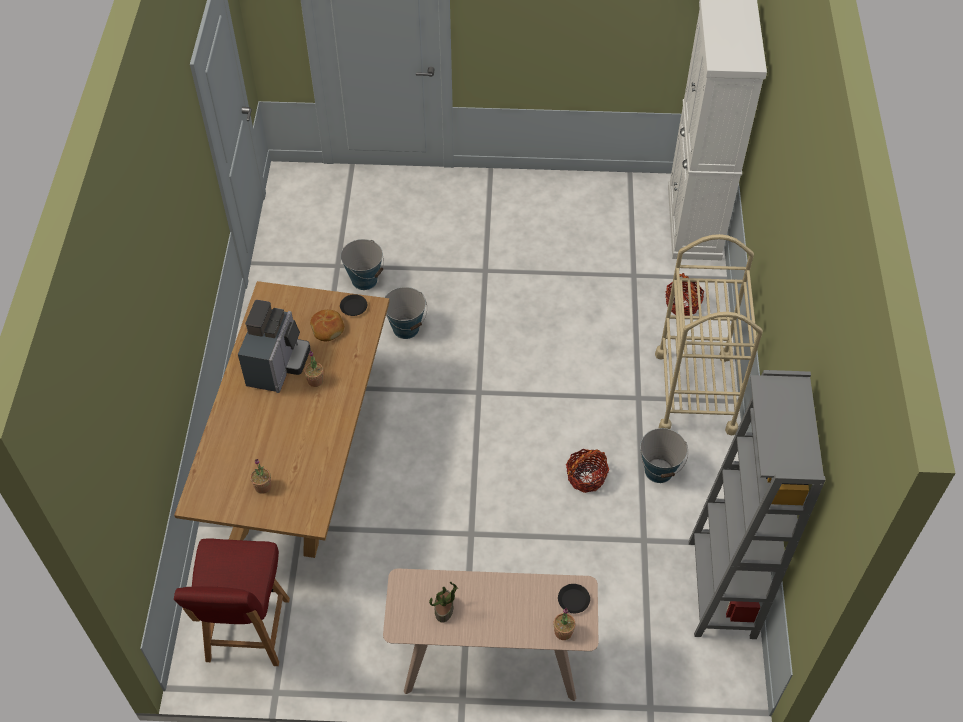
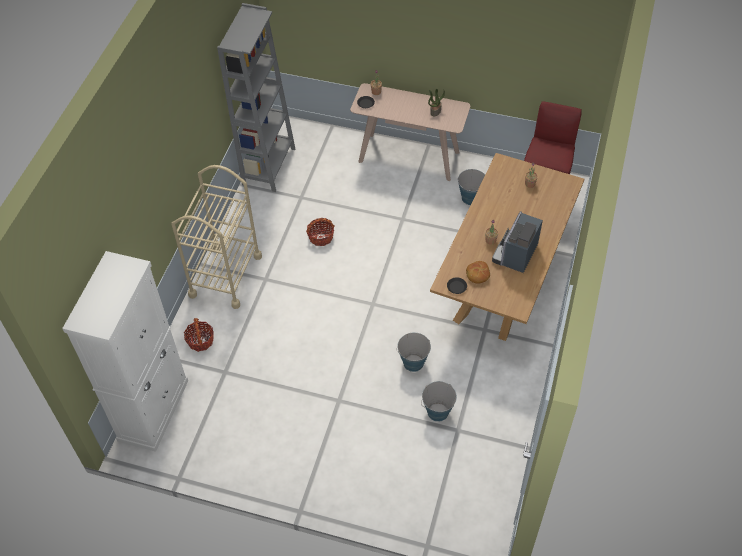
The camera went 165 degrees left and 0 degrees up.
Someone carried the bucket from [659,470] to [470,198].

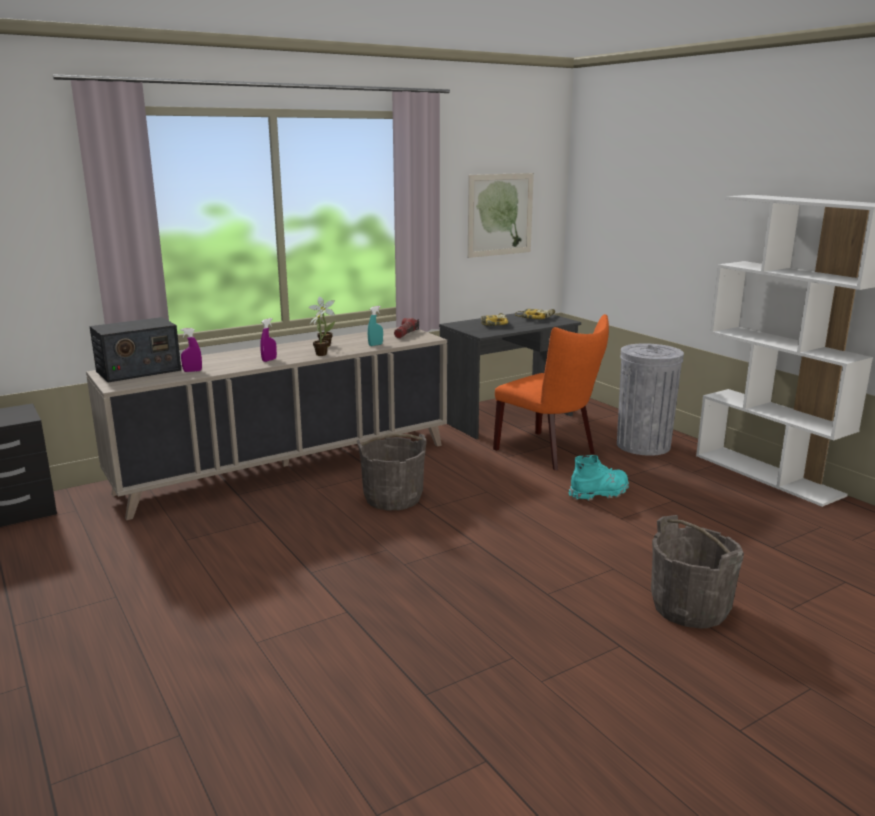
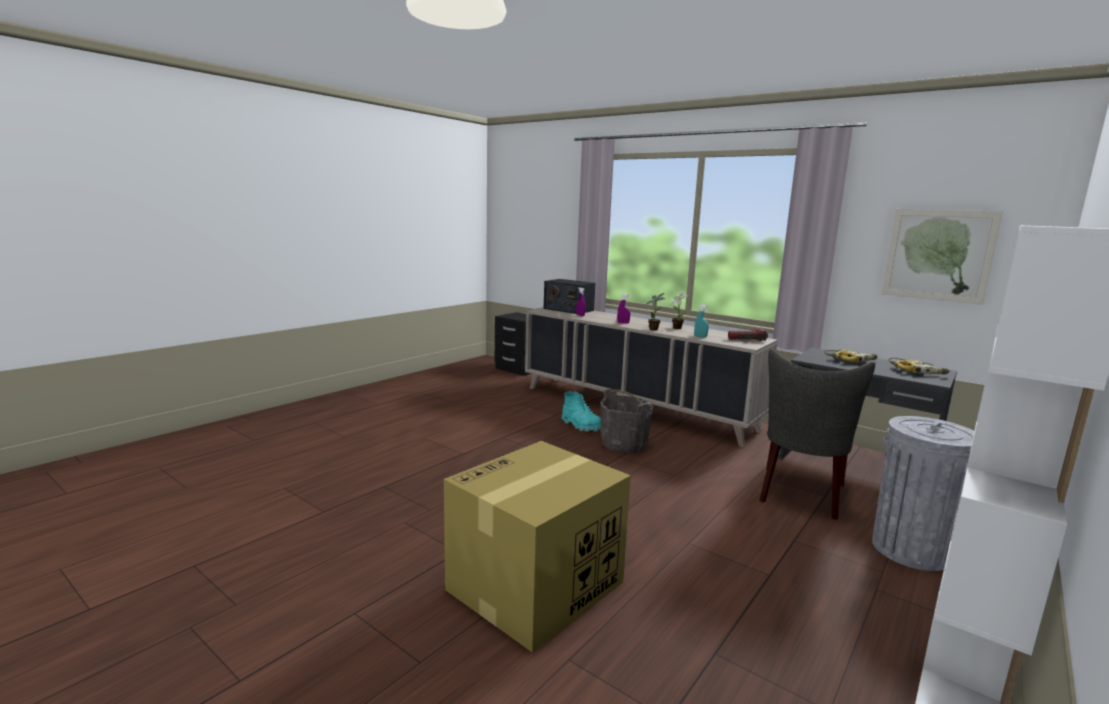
The camera went 70 degrees right and 5 degrees down.
Someone repainted the orangey upright chair at [550,452], which became the gray upright chair at [800,495].
Someone carried the turquoise high-top boot from [599,493] to [581,426].
Someone swapped the gray bucket at [690,608] for the packing box at [534,587].

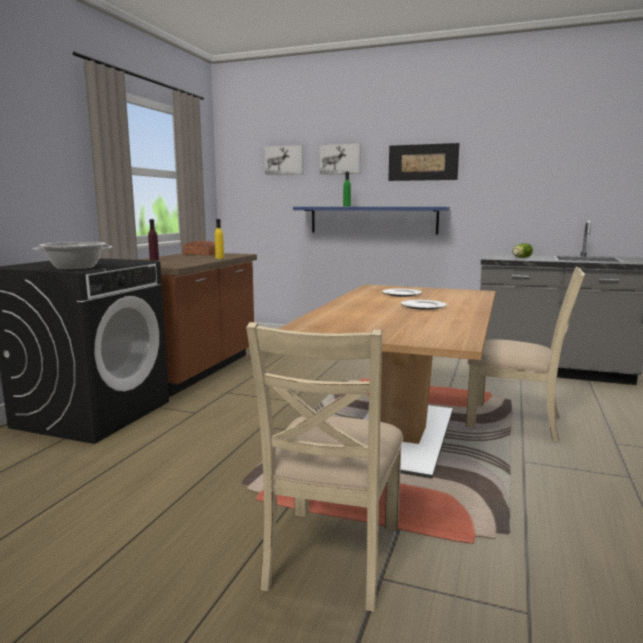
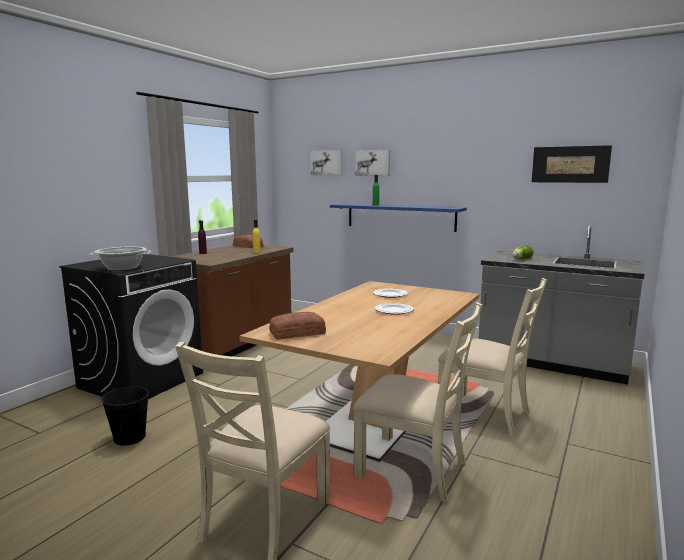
The camera went 10 degrees right and 0 degrees up.
Someone carried the picture from [423,162] to [570,164].
Someone put down the blackish bucket at [130,437].
Someone put down the bread at [296,333].
Someone put down the beige-coloured upright chair at [413,469].

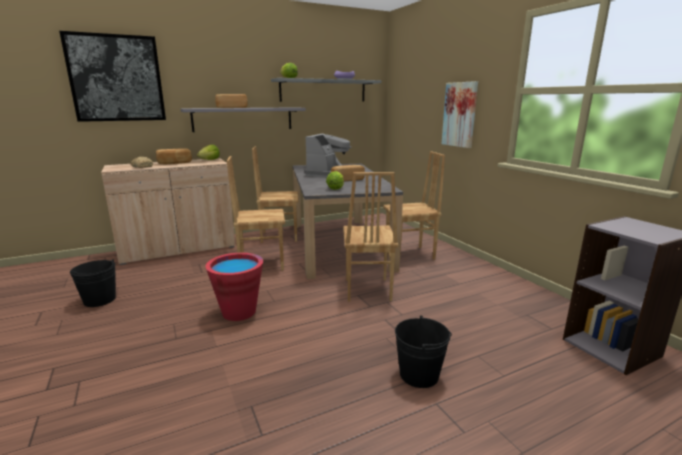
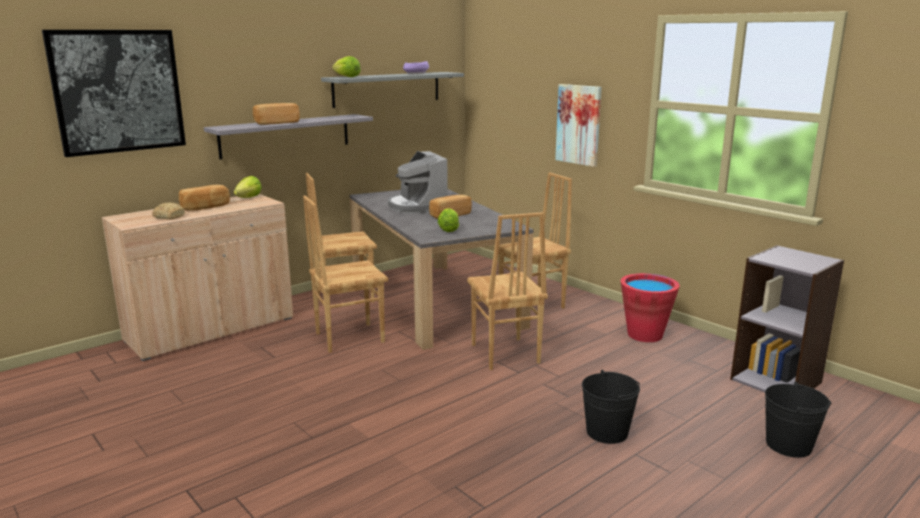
The camera went 15 degrees left and 0 degrees up.
Someone carried the blackish bucket from [100,300] to [788,445].
Someone carried the reddish bucket from [239,312] to [645,335].
Someone rotated the coffee maker at [329,173] by 150 degrees clockwise.

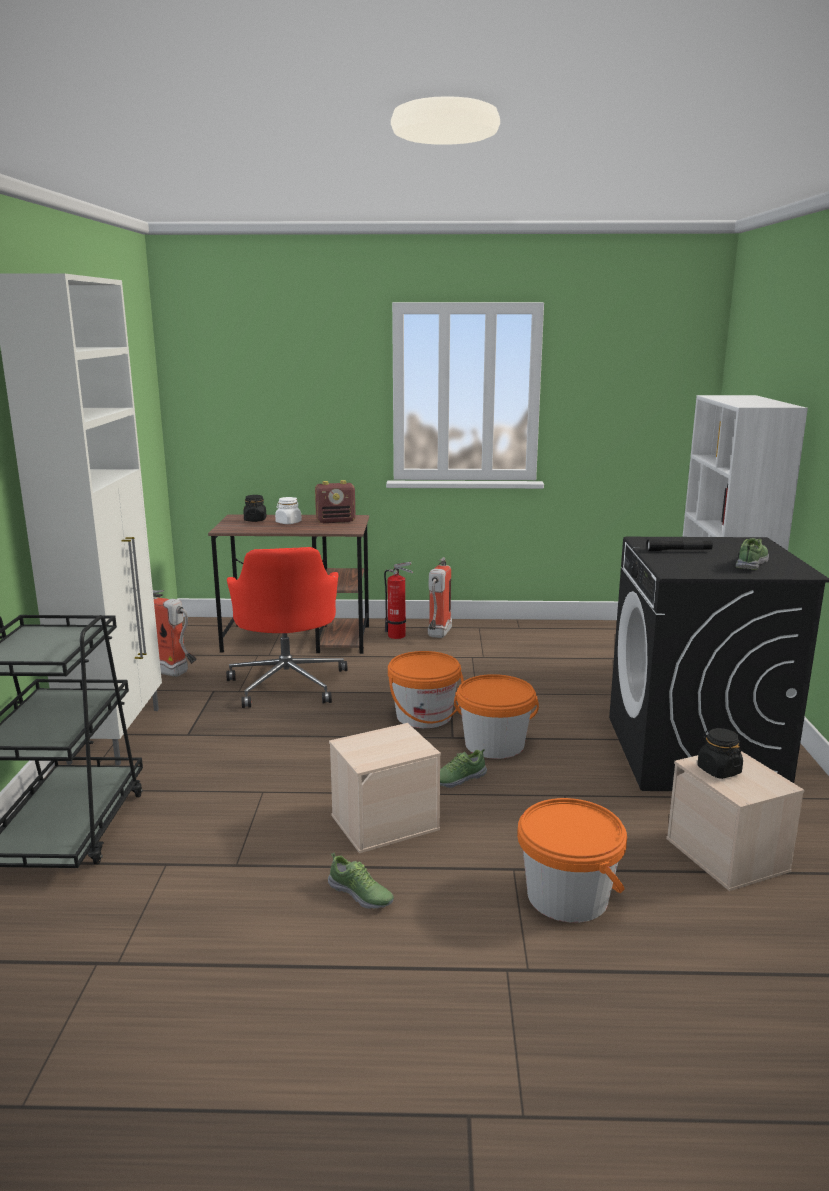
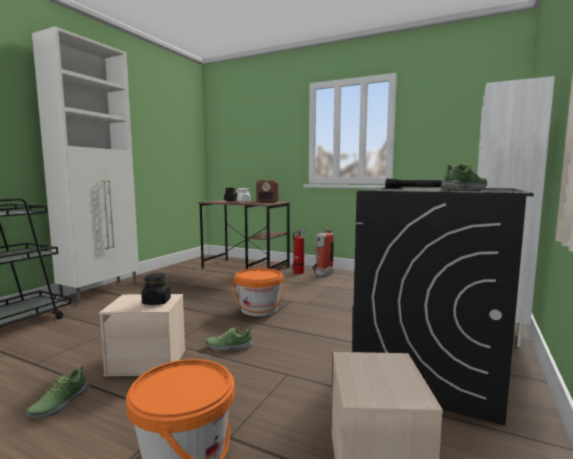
The camera went 25 degrees right and 10 degrees down.
Someone took away the fire extinguisher at [175,673].
Someone took away the reddish computer chair at [288,683].
Someone rotated the item of footwear at [361,895] by 45 degrees clockwise.
Someone took away the orangey bucket at [494,744].
Someone carried the blackish preserve jar from [718,770] to [156,302].

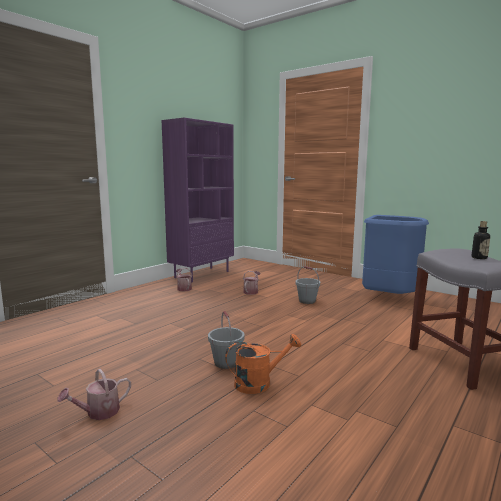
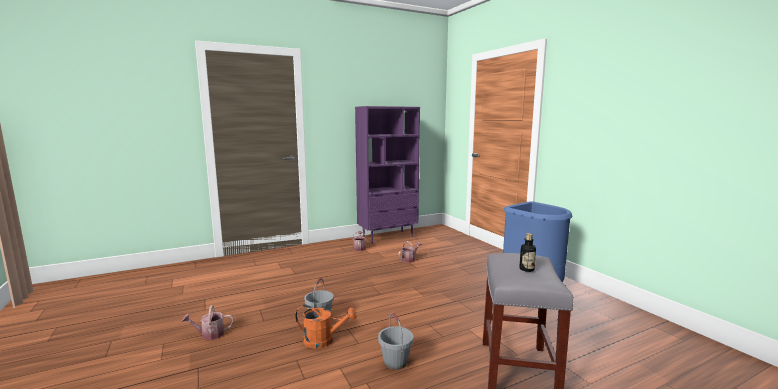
The camera went 25 degrees right and 0 degrees up.
Someone carried the gray bucket from [307,301] to [395,362].

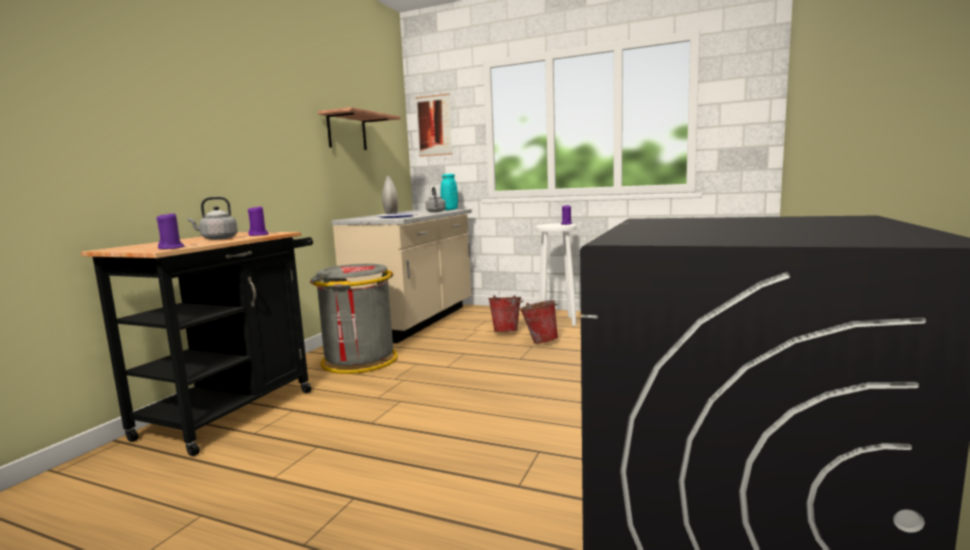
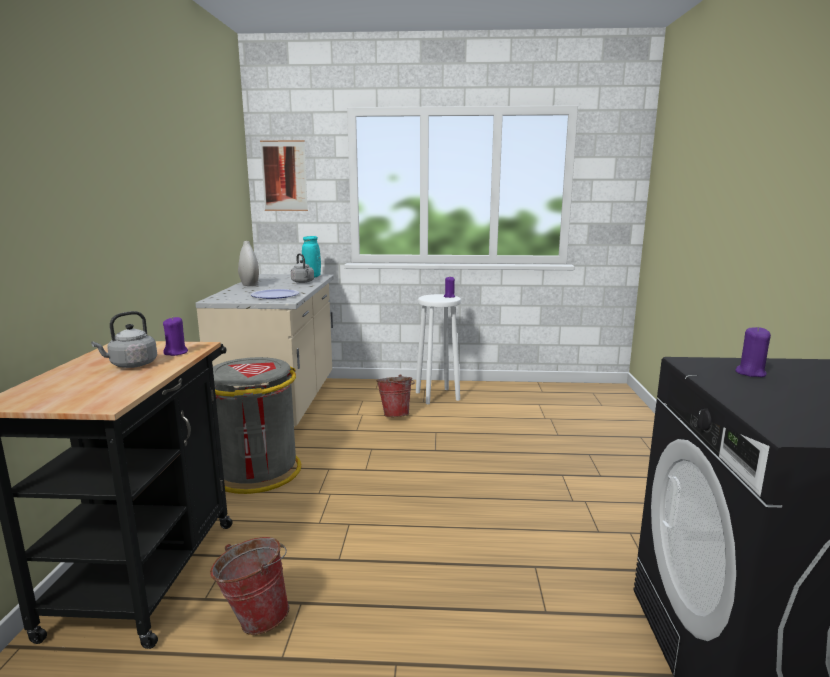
The camera went 20 degrees left and 5 degrees up.
Someone carried the purplish wax light from [171,248] to [750,373].
Someone took away the bracket shelf at [347,132].
Someone carried the bucket from [540,341] to [254,617].

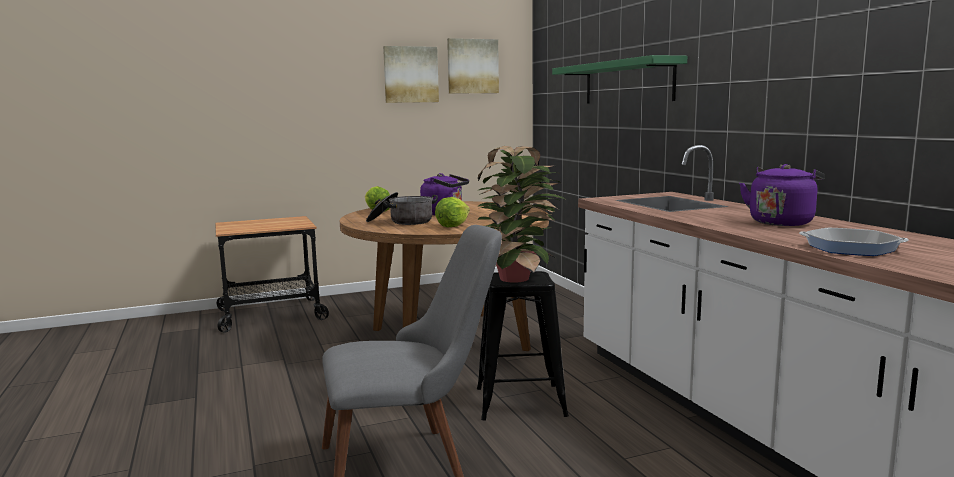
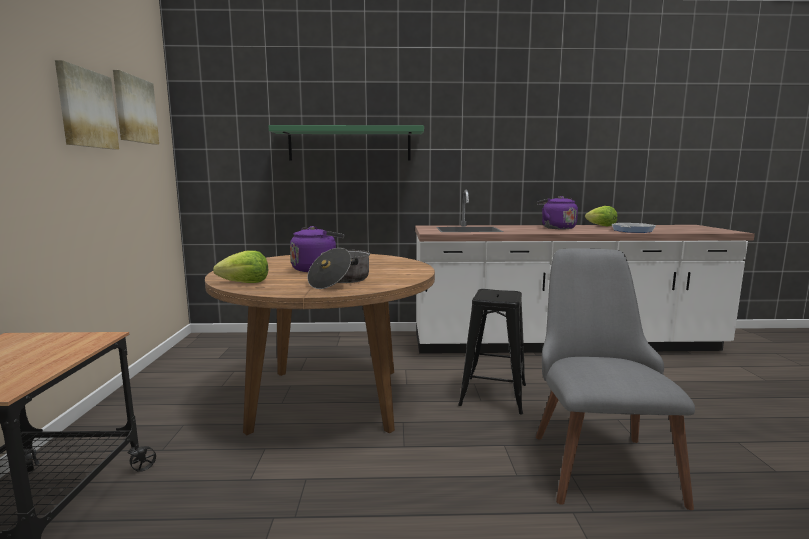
The camera went 70 degrees left and 0 degrees up.
Someone carried the lettuce head from [453,225] to [601,225].
Someone took away the potted plant at [517,278].

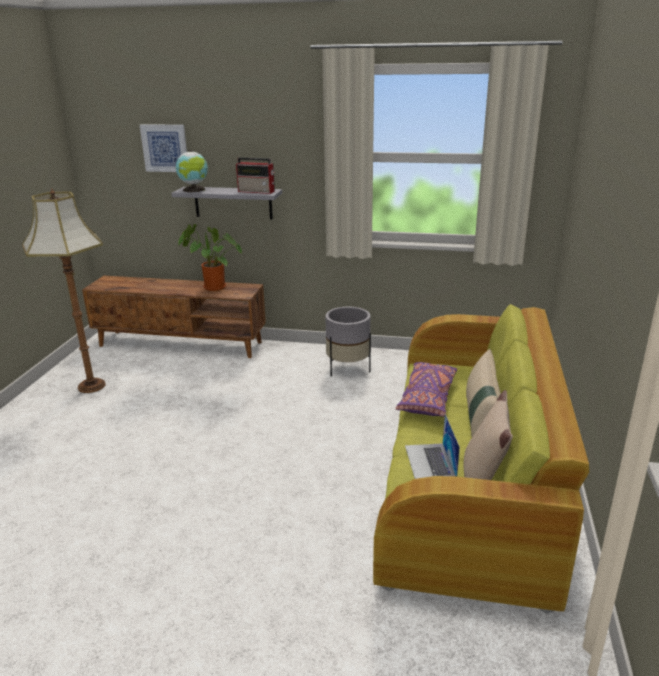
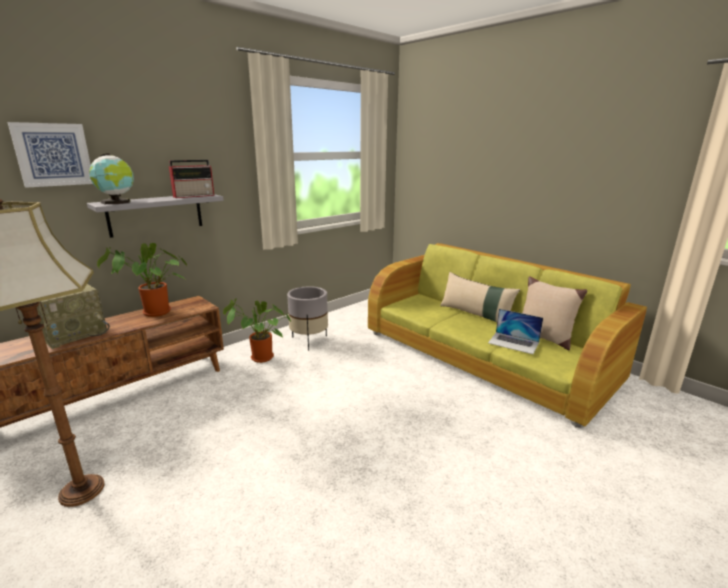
The camera went 55 degrees left and 5 degrees down.
Someone took away the purplish cushion at [427,398].
Someone put down the radio set at [74,334].
Someone put down the potted plant at [259,358].

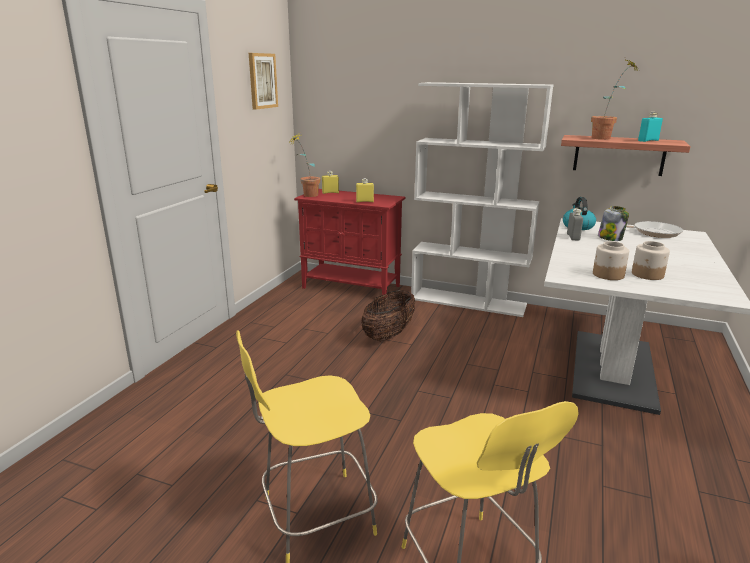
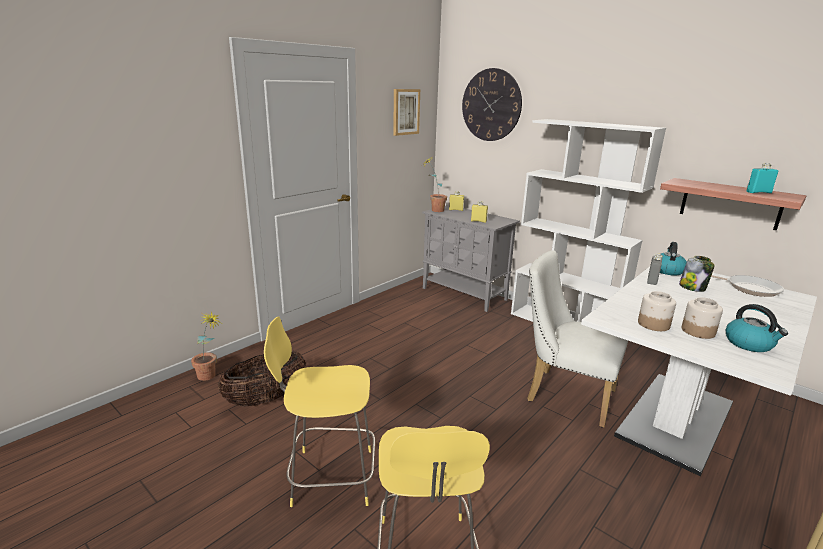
The camera went 20 degrees right and 0 degrees up.
Someone repainted the reddish cabinet at [352,287], which became the gray cabinet at [465,294].
Someone carried the household basket from [388,335] to [266,398].
Someone carried the potted plant from [606,138] to [210,377].
Someone put up the hanging clock at [491,105].
Someone put down the whitish upright chair at [564,394].
Someone put down the kettle at [749,344].

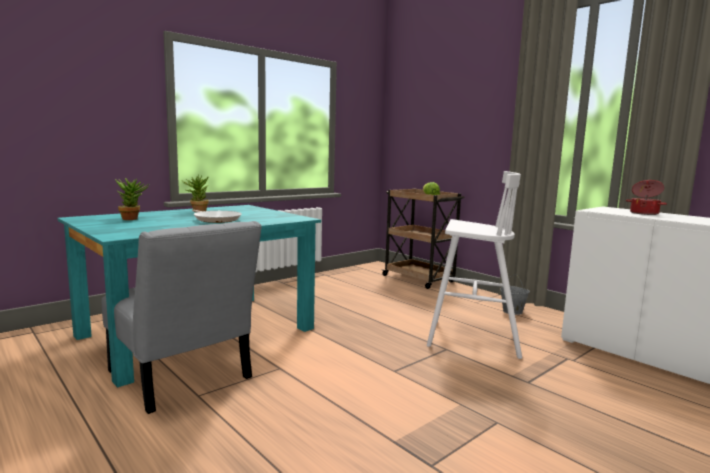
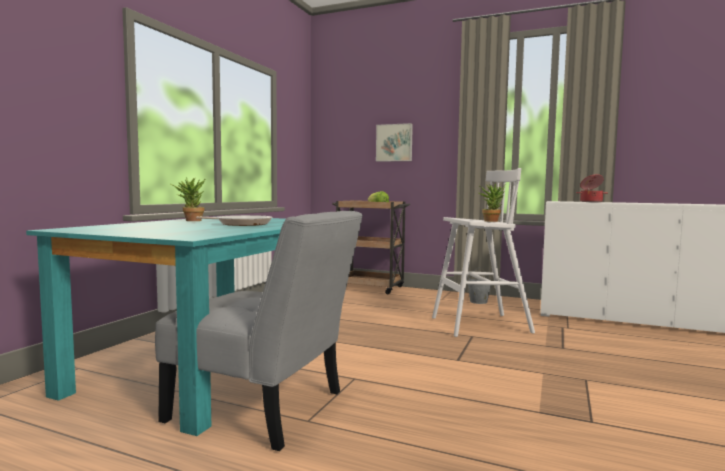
The camera went 25 degrees left and 5 degrees down.
Someone carried the potted plant from [133,219] to [491,221].
Someone put up the picture at [394,143].

